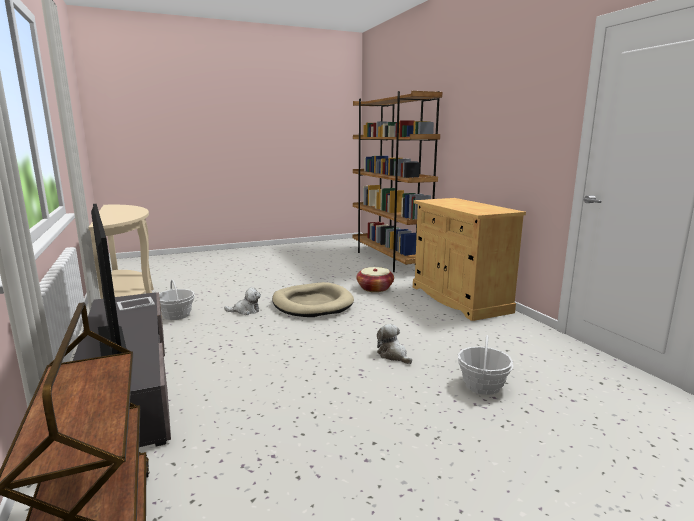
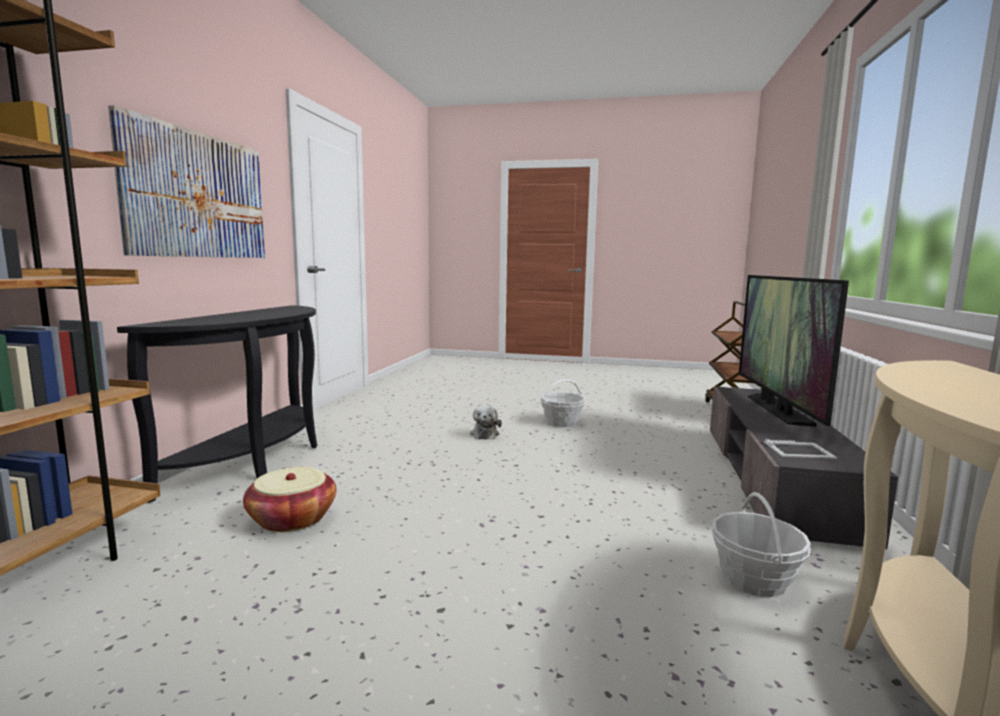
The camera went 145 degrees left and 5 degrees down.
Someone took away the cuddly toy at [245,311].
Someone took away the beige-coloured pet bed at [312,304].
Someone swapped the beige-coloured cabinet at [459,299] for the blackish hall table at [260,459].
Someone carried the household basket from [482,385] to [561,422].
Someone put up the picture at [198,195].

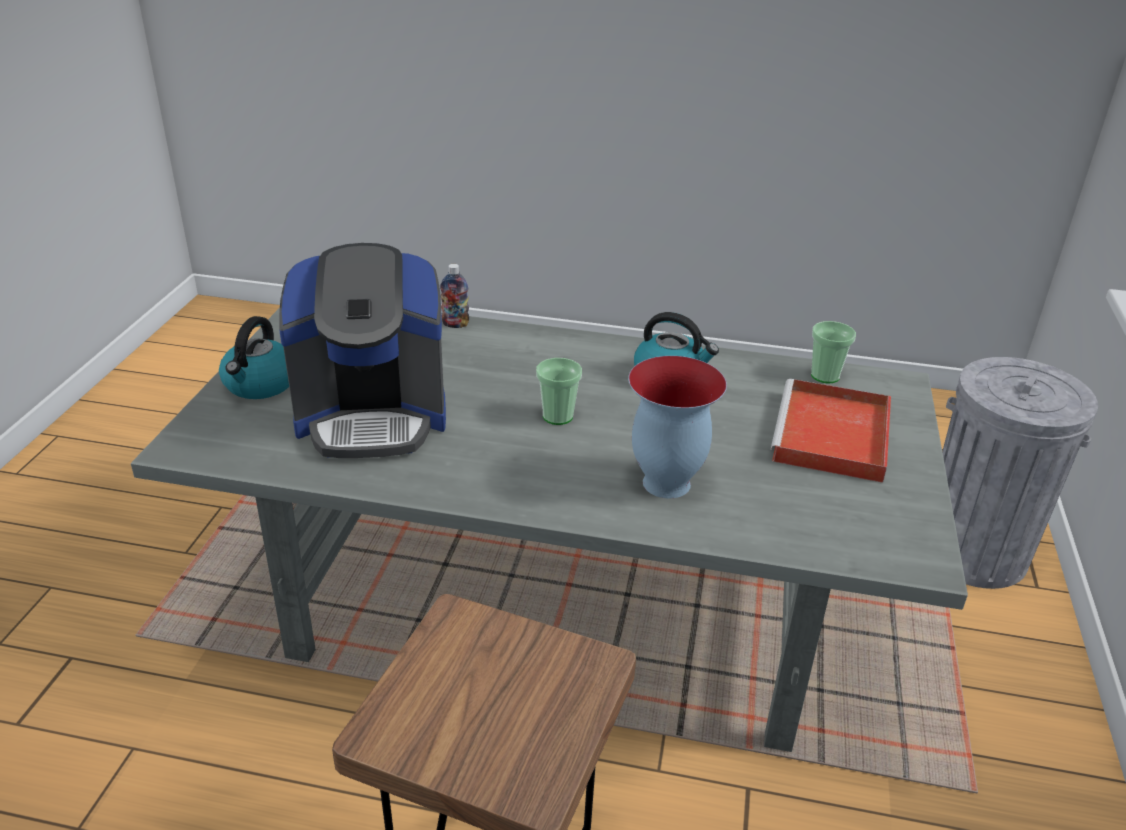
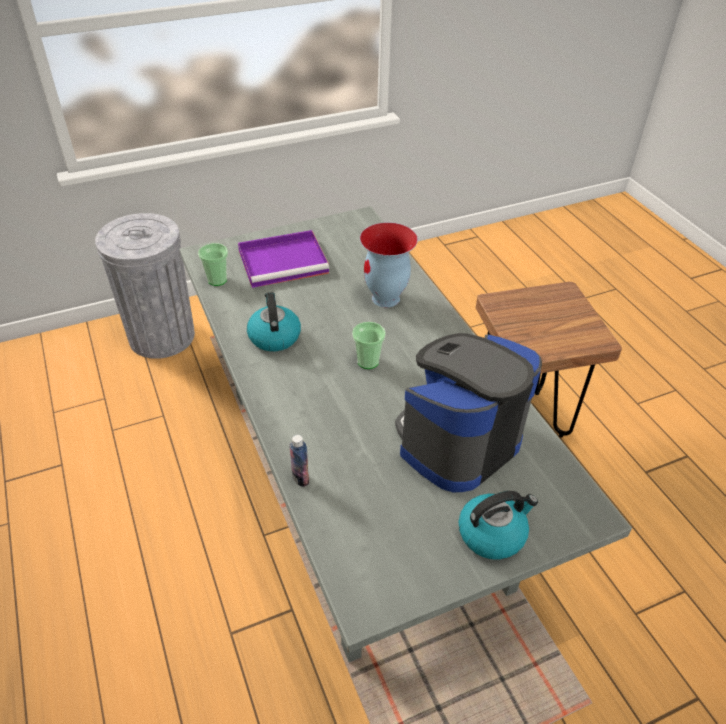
The camera went 125 degrees left and 10 degrees up.
Someone rotated the coffee maker at [372,417] by 90 degrees counterclockwise.
Someone repainted the reddish tray at [832,437], which became the purplish tray at [285,261].

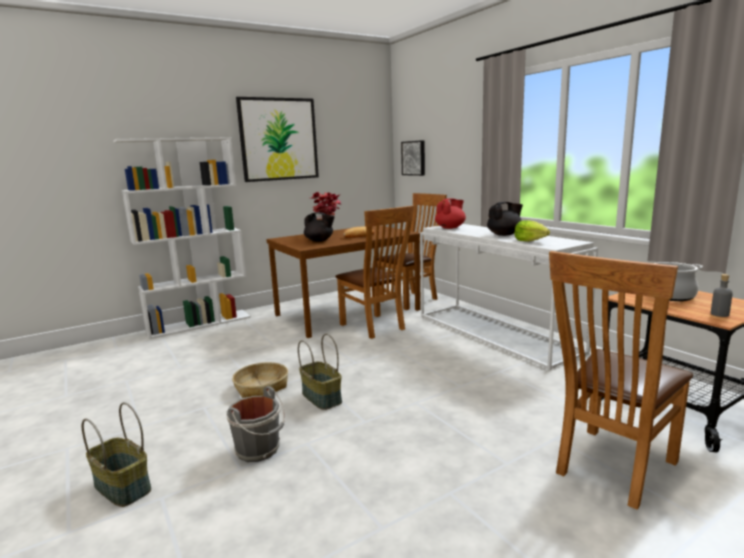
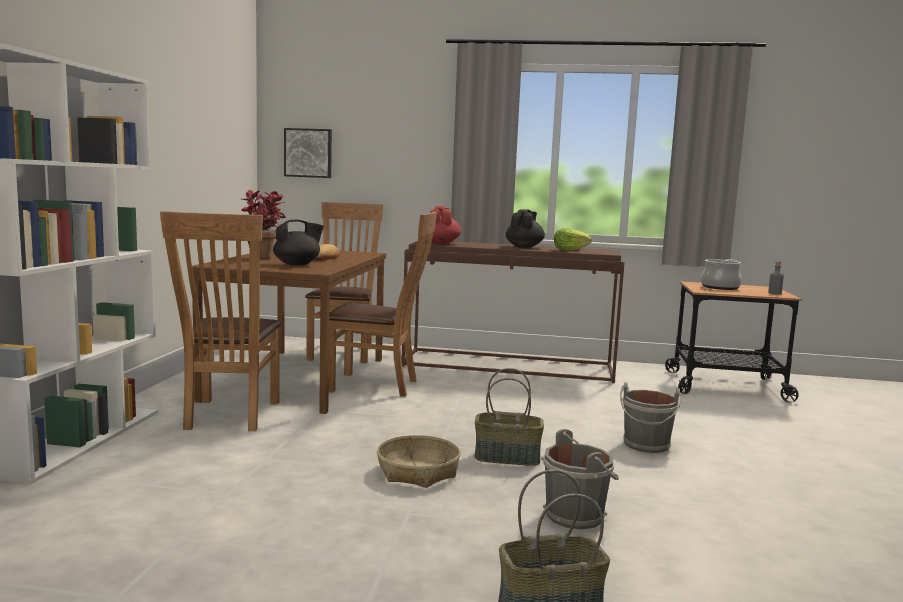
The camera went 50 degrees left and 5 degrees down.
Someone took away the picture at [278,139].
Someone repainted the whitish hall table at [497,333], which became the brown-coloured hall table at [509,366].
Someone carried the brown-coloured upright chair from [610,469] to [229,417].
Someone put down the gray bucket at [646,445].

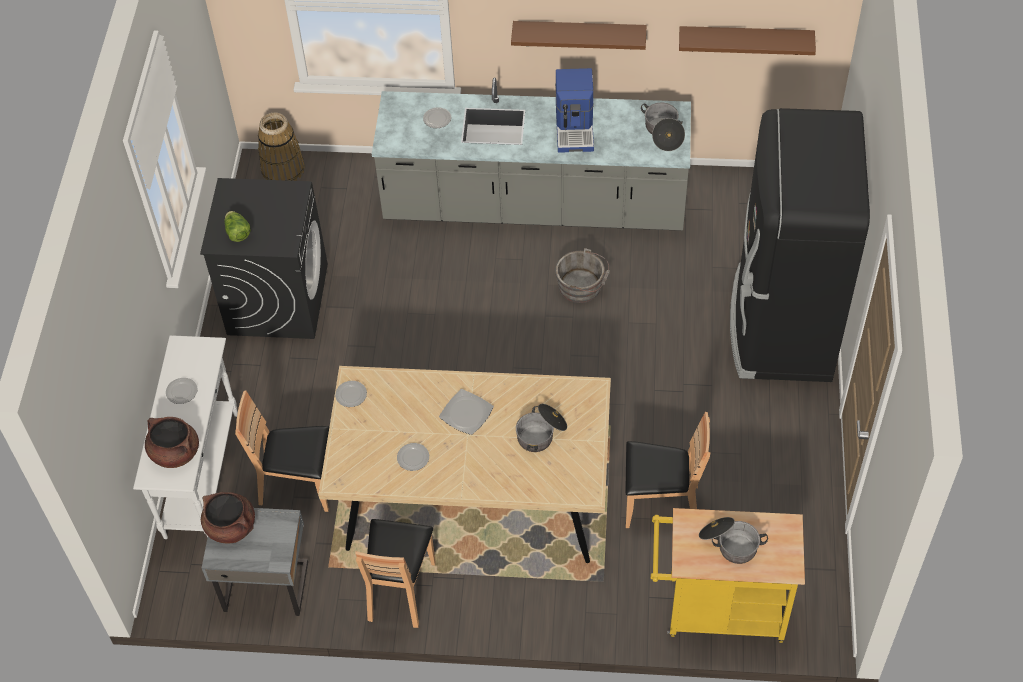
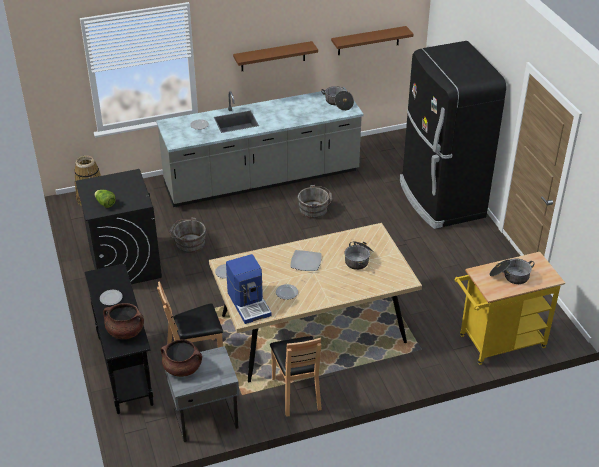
The camera went 25 degrees left and 15 degrees down.
Someone repainted the whitish hall table at [202,474], which became the blackish hall table at [125,370].
Someone carried the coffee maker from [575,128] to [249,303].
Someone took away the brown-coloured upright chair at [660,504].
Someone put down the gray bucket at [188,243].

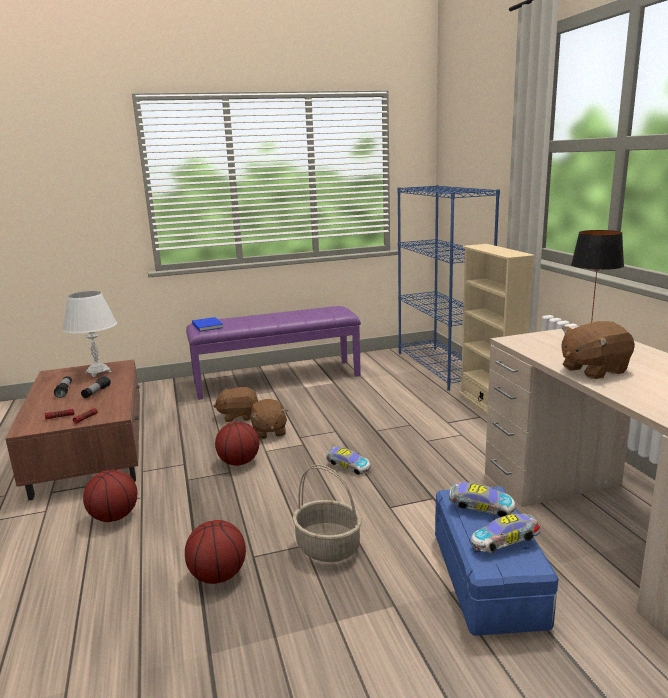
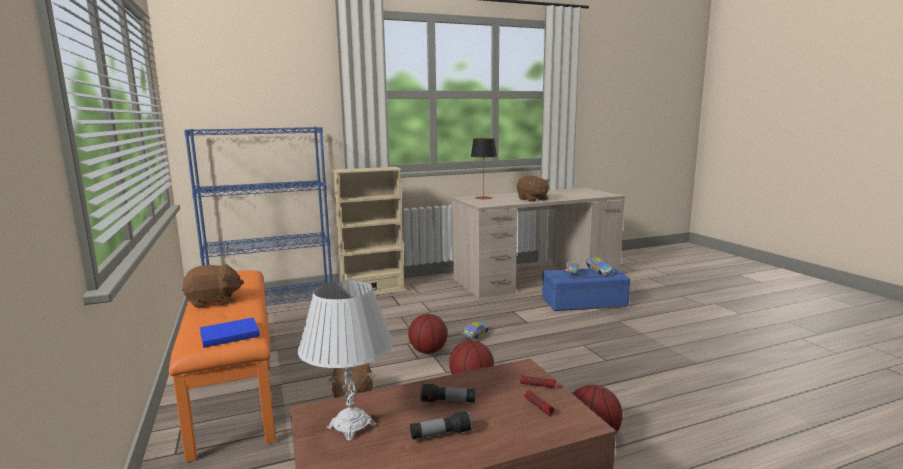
The camera went 95 degrees left and 5 degrees down.
Someone carried the basketball from [219,576] to [428,351].
Someone repainted the purplish indoor bench at [277,379], which became the orangey indoor bench at [233,386].
Someone carried the brown-coloured cuddly toy from [269,432] to [213,301].
Someone took away the household basket at [329,547].

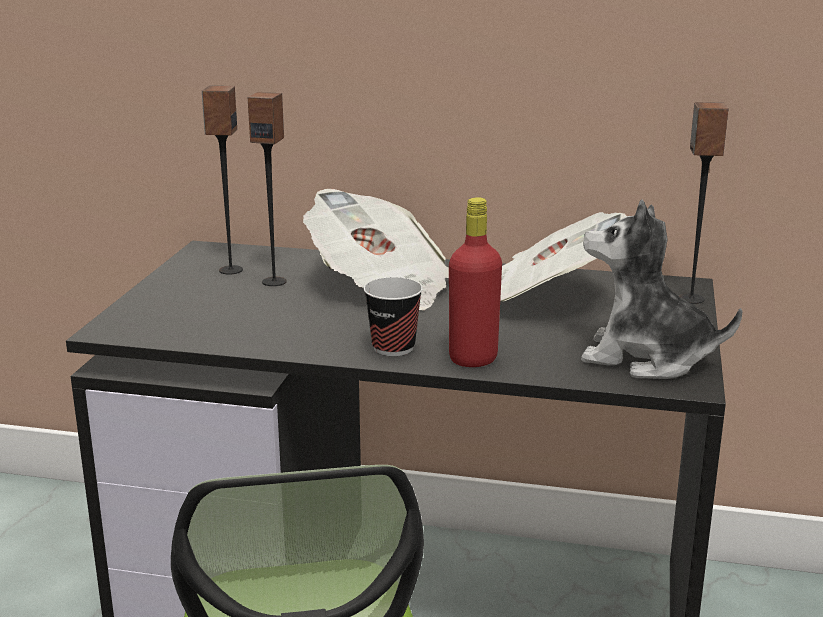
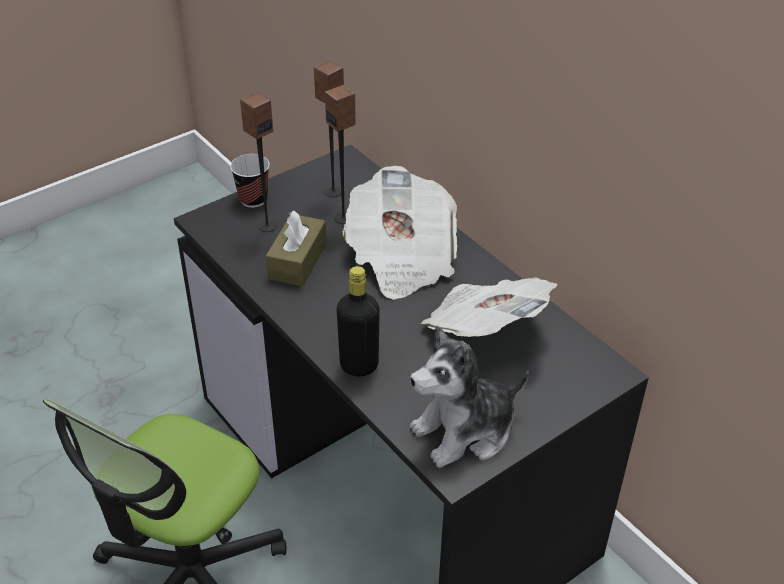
The camera went 40 degrees right and 20 degrees up.
Someone carried the drinking cup from [393,348] to [253,199].
Someone repainted the reddish bottle at [473,359], which became the blackish bottle at [359,365].
Someone rotated the cuddly toy at [646,358] by 90 degrees counterclockwise.
Someone carried the speaker from [690,299] to [267,226].
Someone put down the brown-coloured box of tissues at [297,261].

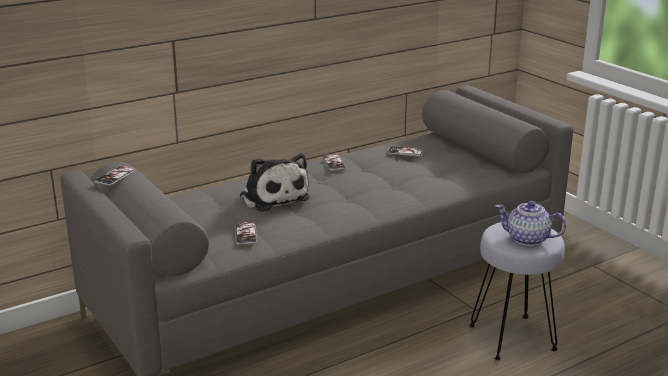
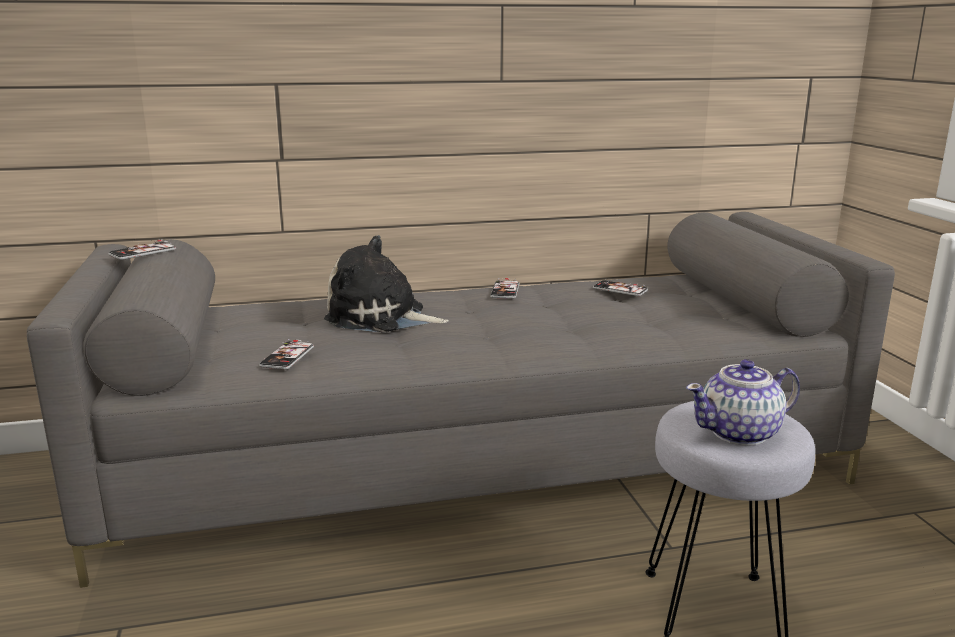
The camera went 20 degrees right and 5 degrees down.
Someone rotated the cuddly toy at [273,197] by 120 degrees clockwise.
Someone rotated the pot for tea at [528,239] by 60 degrees counterclockwise.

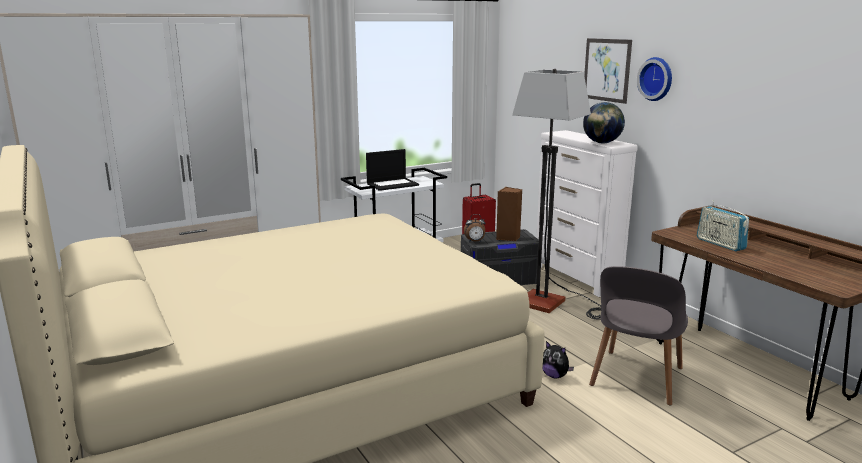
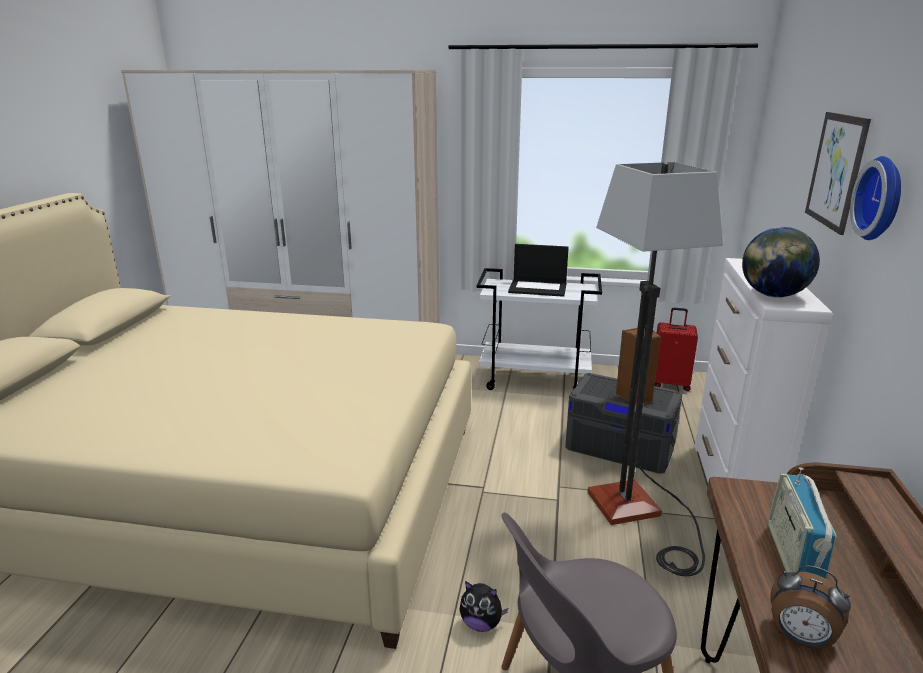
The camera went 40 degrees right and 5 degrees up.
Someone carried the table clock from [475,241] to [799,639].
Someone rotated the cuddly toy at [555,376] by 60 degrees counterclockwise.

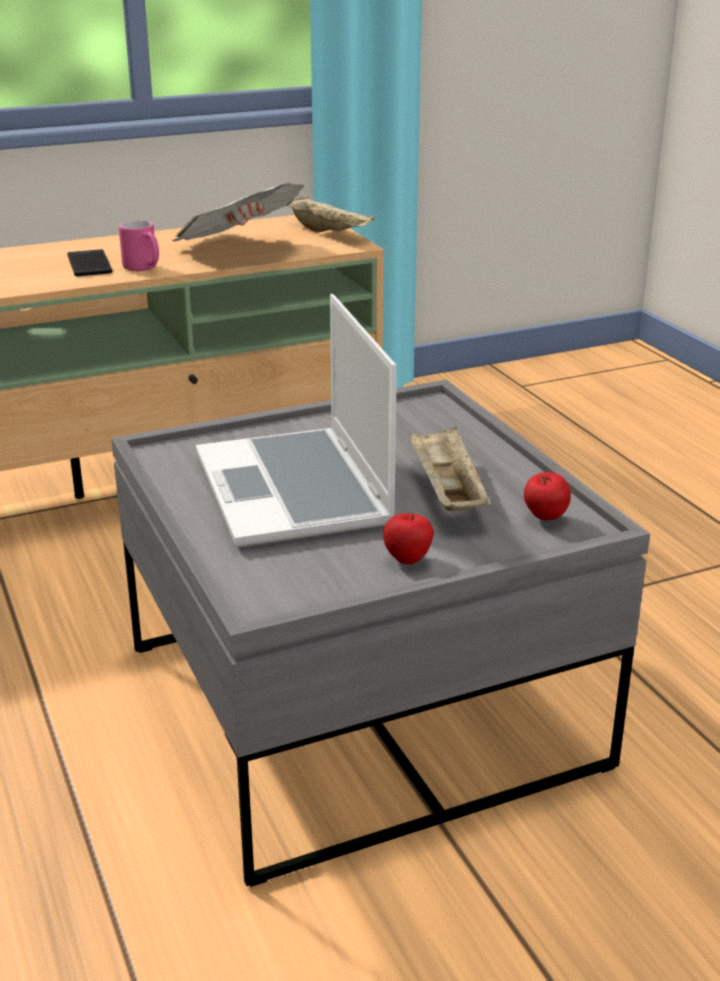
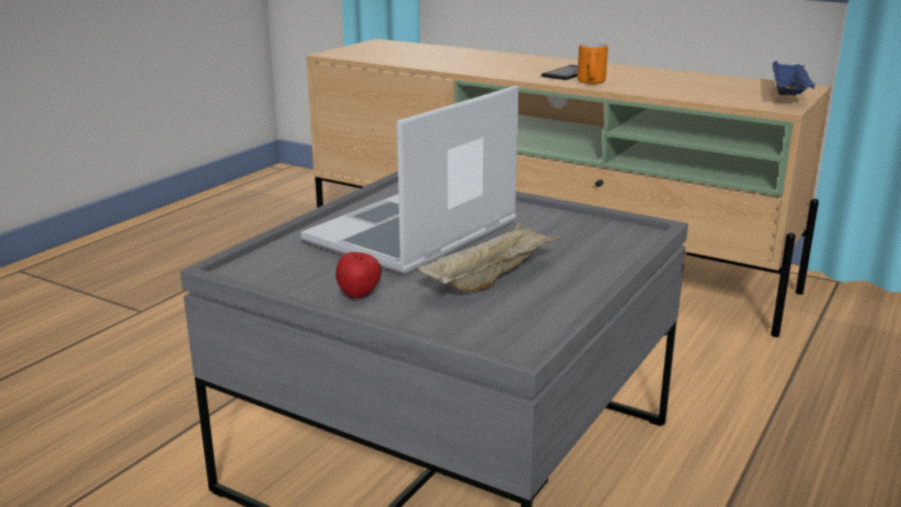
The camera went 55 degrees right and 5 degrees down.
Someone repainted the pink-coloured mug at [144,269], which became the orangey mug at [591,83].
Someone took away the newspaper at [238,249].
Someone repainted the beige-coloured tray at [329,232], which became the blue-coloured tray at [789,96].
Someone took away the apple at [544,519].

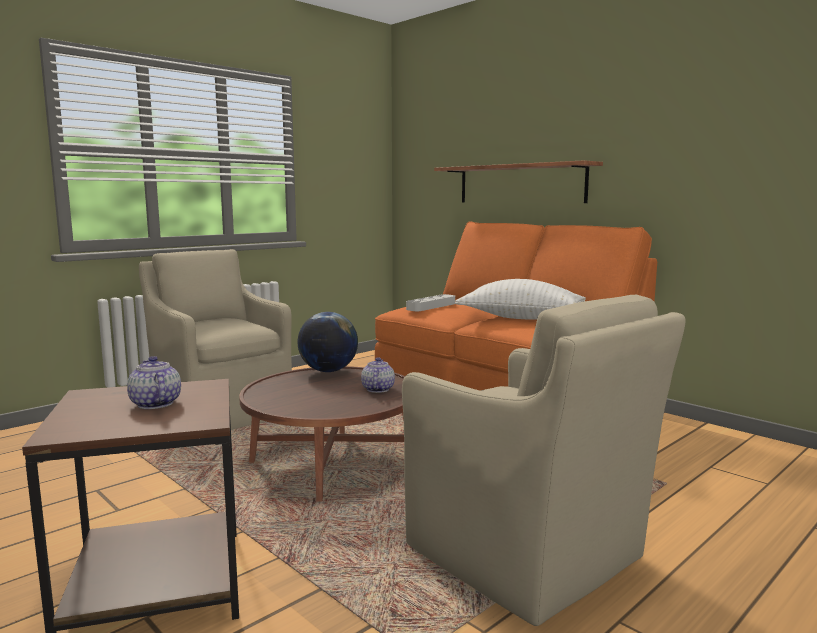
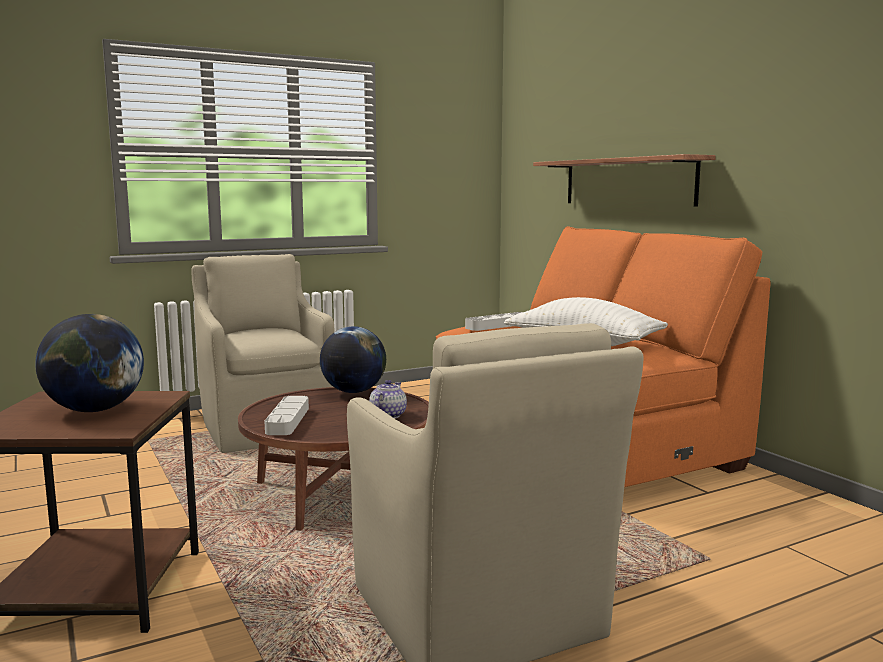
The camera went 15 degrees right and 0 degrees up.
Someone swapped the pot for tea at [154,404] for the globe at [94,410].
Someone put down the gray tray at [288,420].

